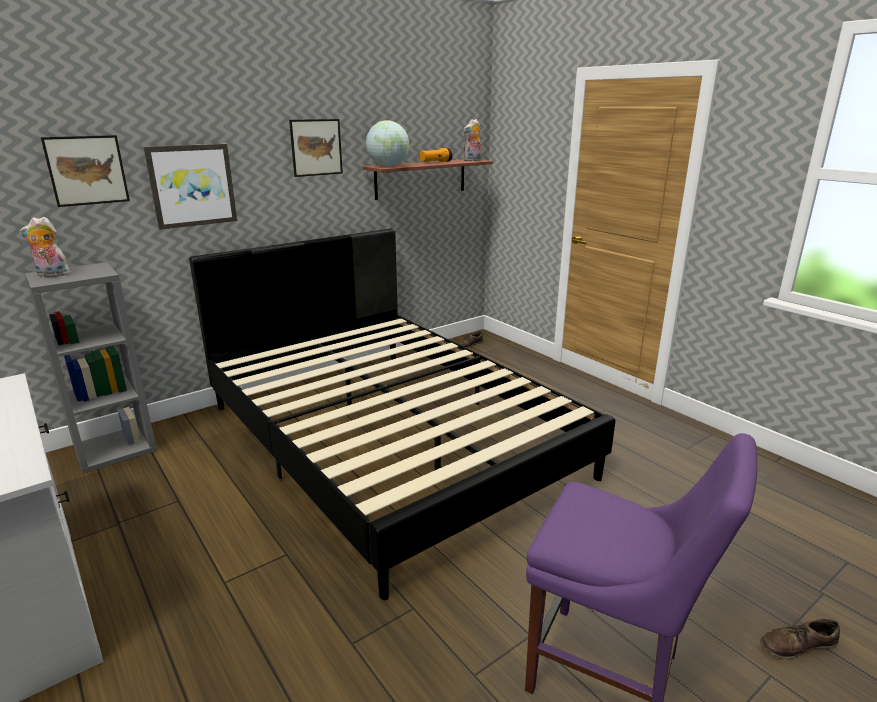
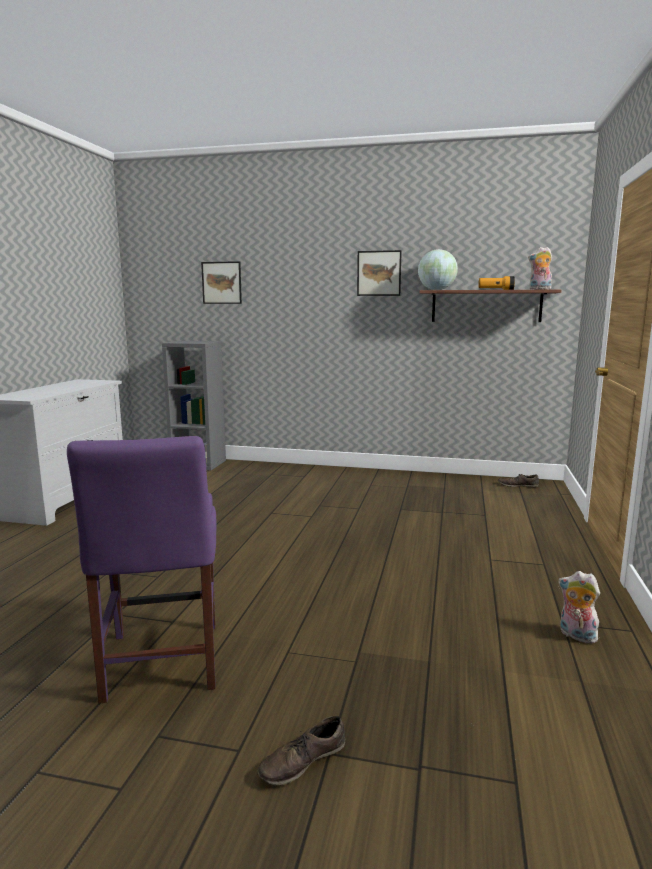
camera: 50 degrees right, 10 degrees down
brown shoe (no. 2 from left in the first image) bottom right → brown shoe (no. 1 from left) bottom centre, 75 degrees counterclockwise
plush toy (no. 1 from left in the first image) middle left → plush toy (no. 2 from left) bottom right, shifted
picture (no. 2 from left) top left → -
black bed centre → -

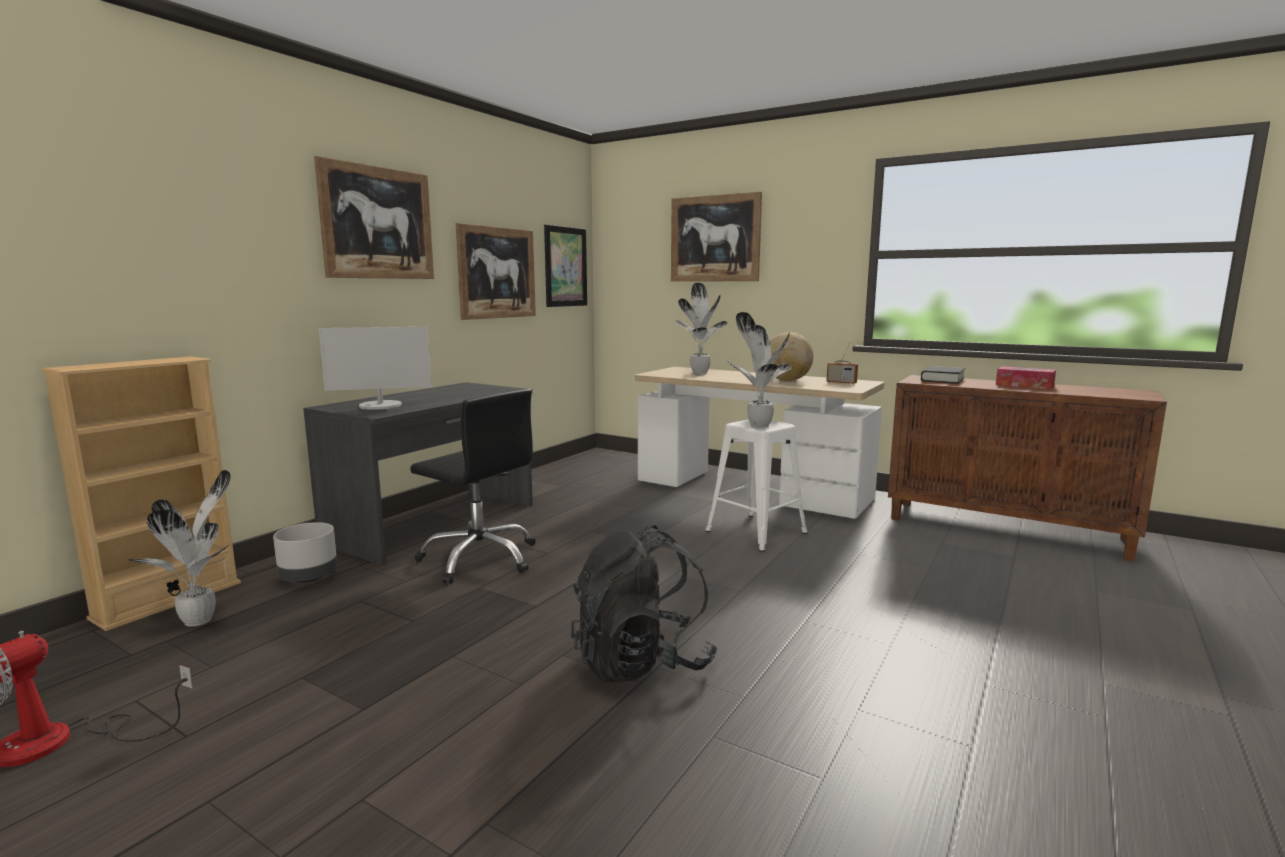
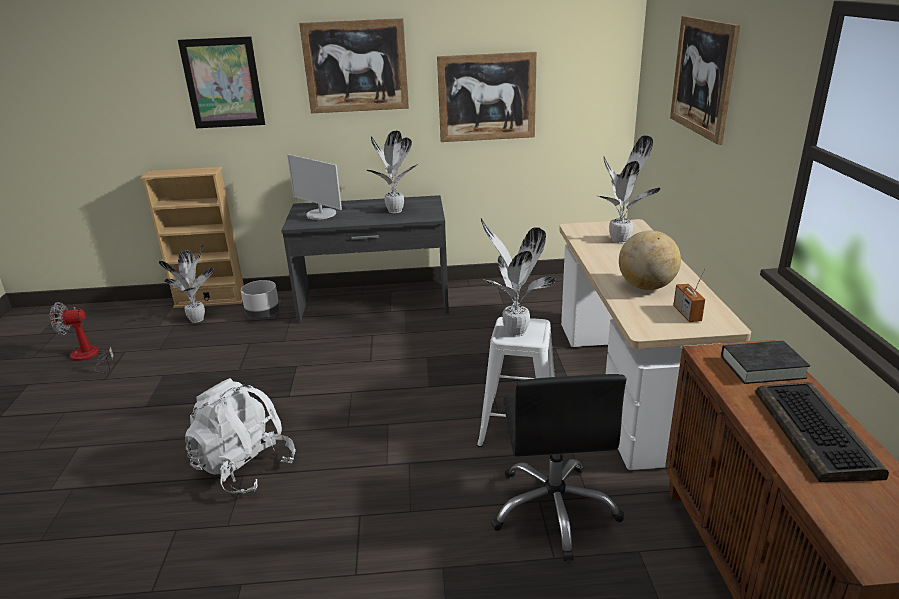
camera: 55 degrees right, 15 degrees up
picture (no. 3 from left in the first image) top centre → picture (no. 1 from left) top left, shifted
black backpack bottom centre → white backpack bottom left
- → potted plant (no. 2 from left) top centre
black office chair centre → black office chair bottom centre, shifted
tissue box middle right → keyboard bottom right

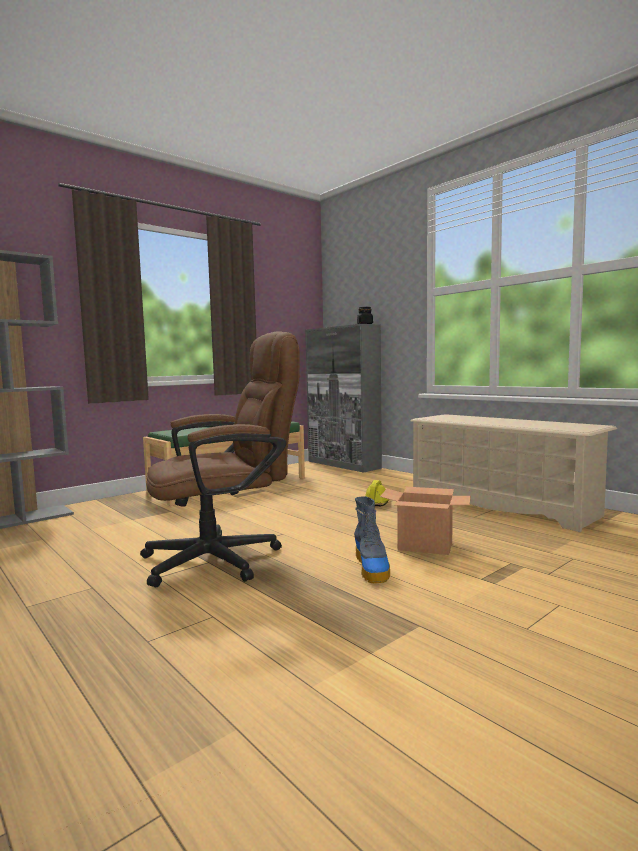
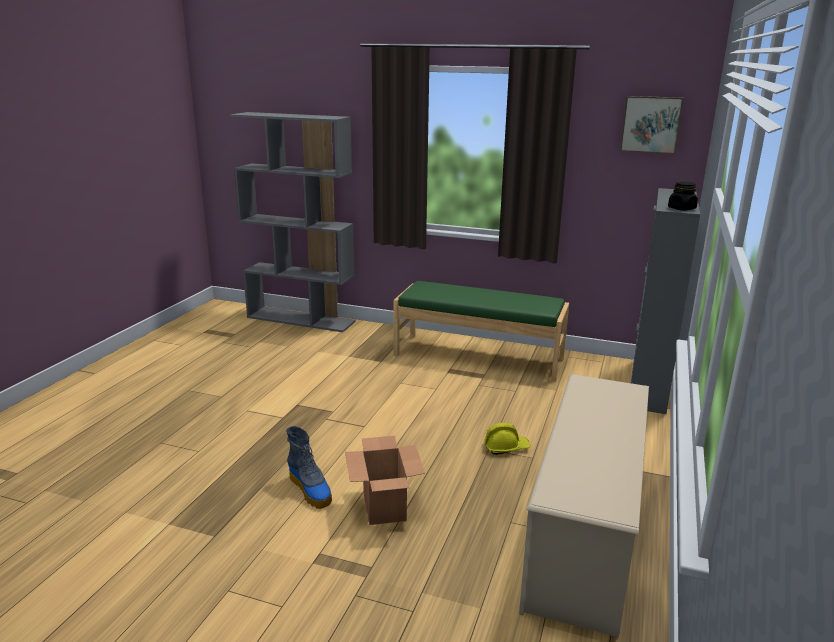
camera: 60 degrees right, 15 degrees up
boot centre → boot bottom centre, 90 degrees counterclockwise
- → picture top right
brown office chair centre → -

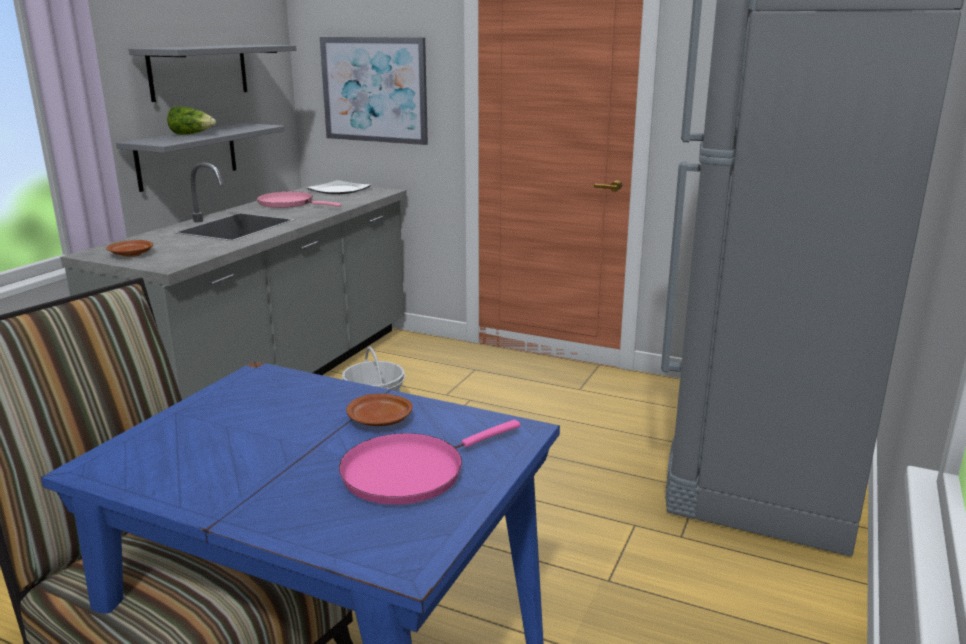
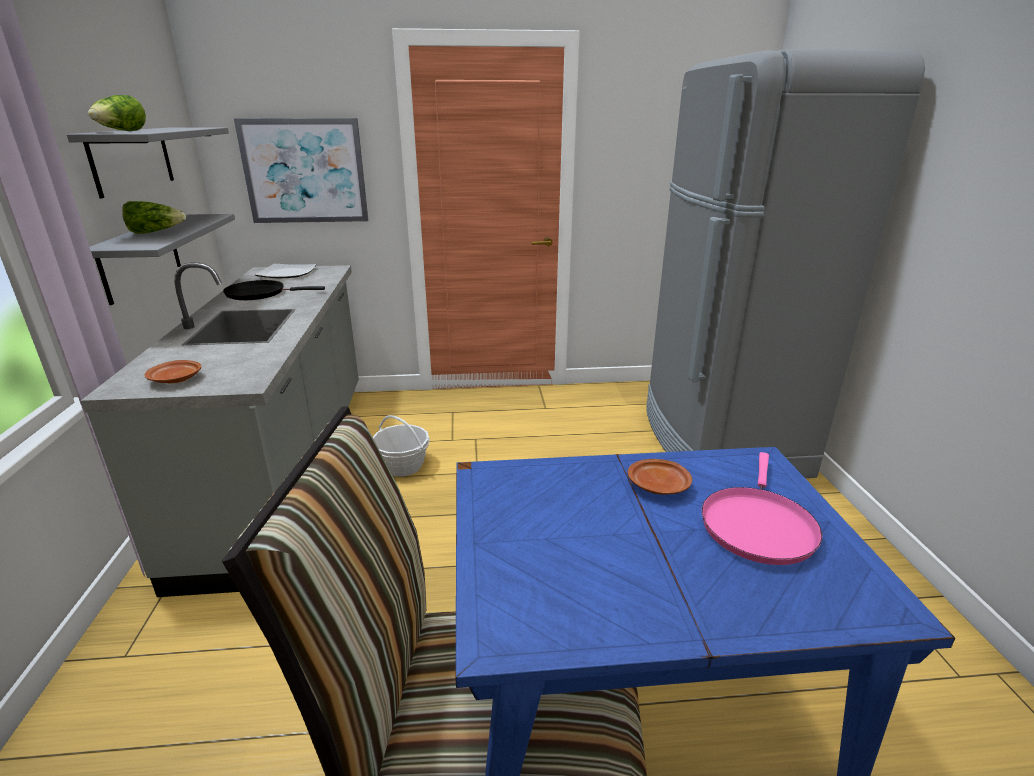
camera: 30 degrees left, 5 degrees up
- → lettuce (no. 1 from left) top left
pink frying pan (no. 1 from left) top left → black frying pan middle left

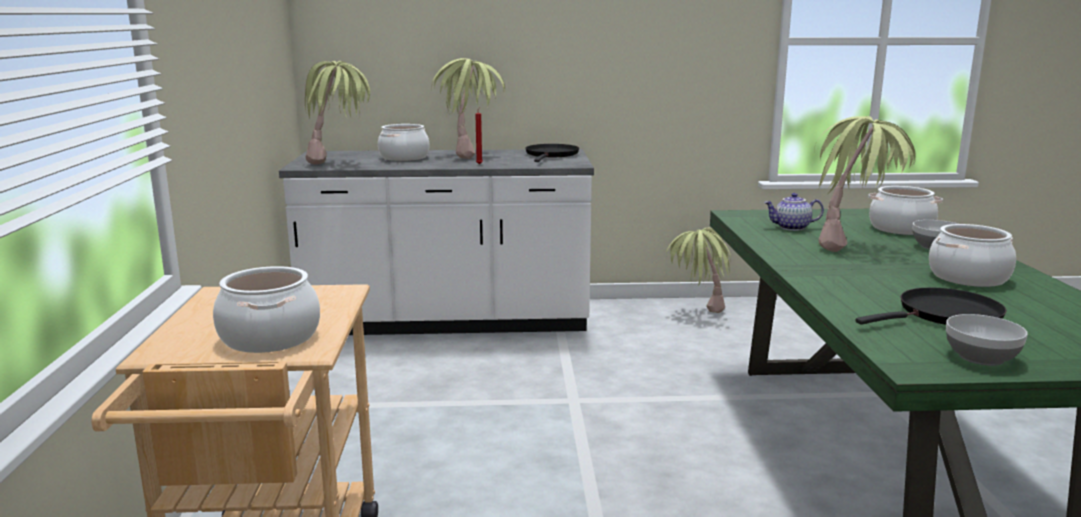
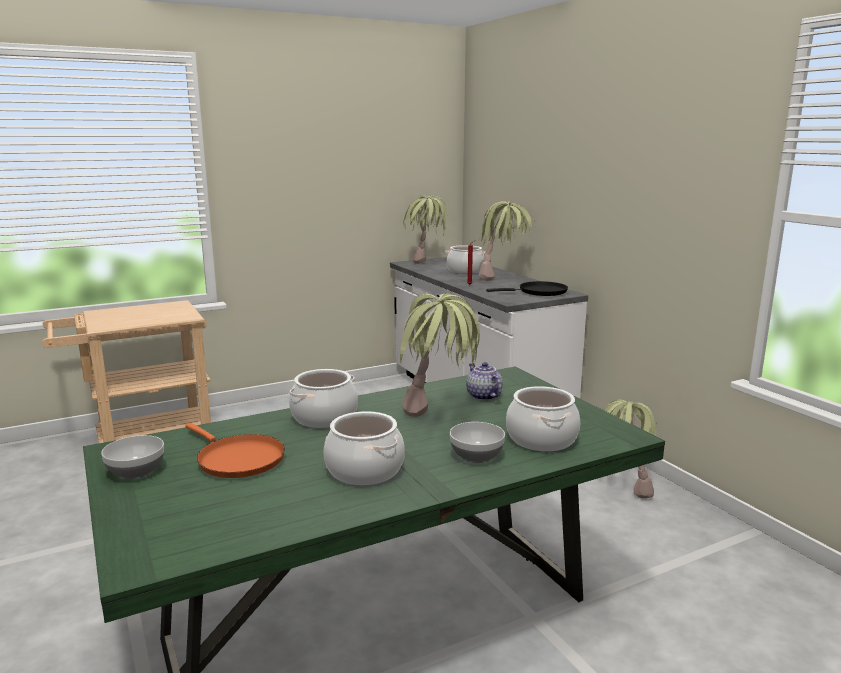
camera: 65 degrees right, 0 degrees up
black frying pan (no. 2 from left) middle right → orange frying pan bottom left
cooking pot (no. 1 from left) middle left → cooking pot (no. 1 from left) centre, shifted

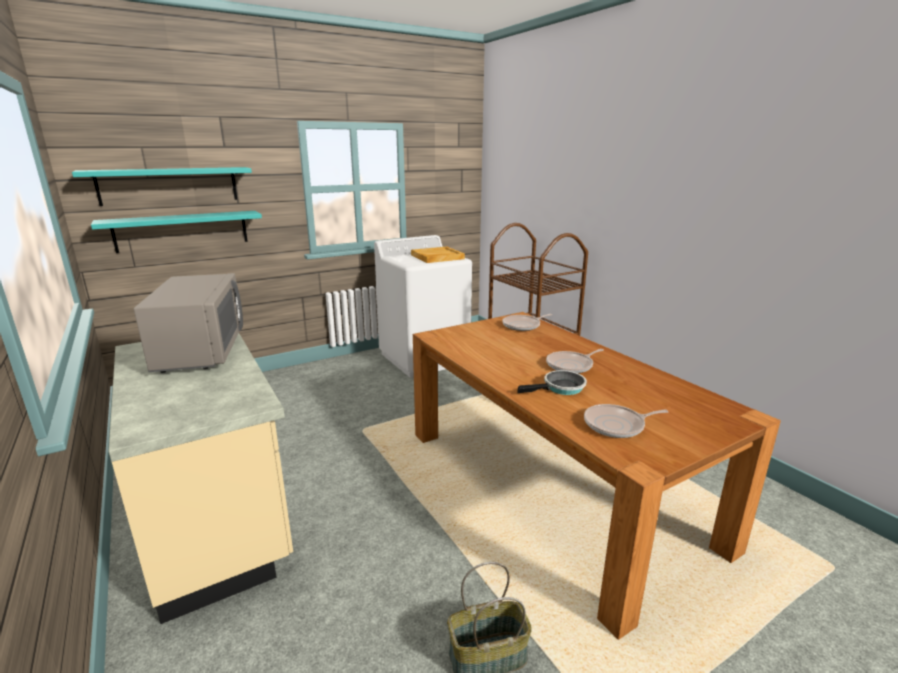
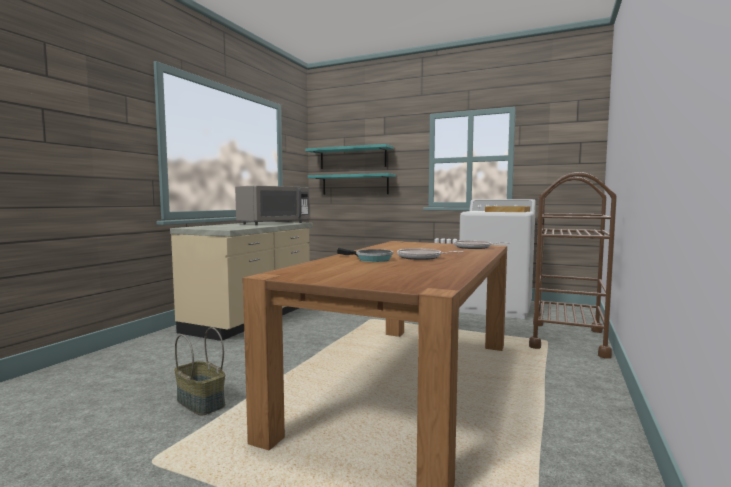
camera: 55 degrees right, 15 degrees down
frying pan (no. 4 from left) middle right → -

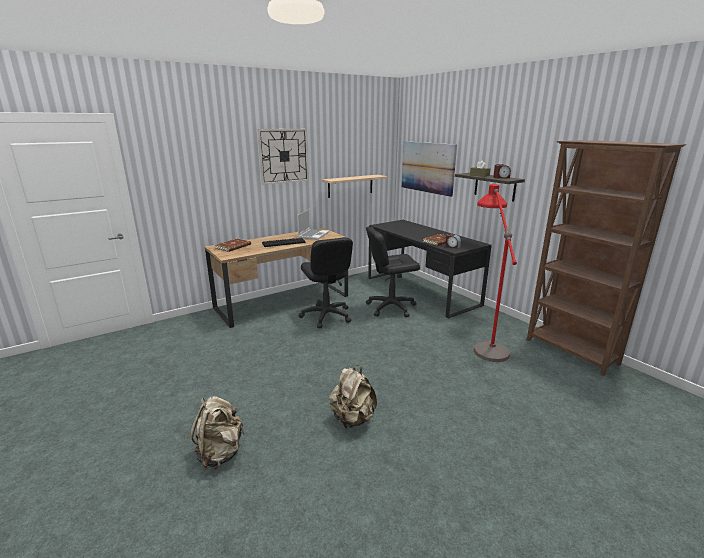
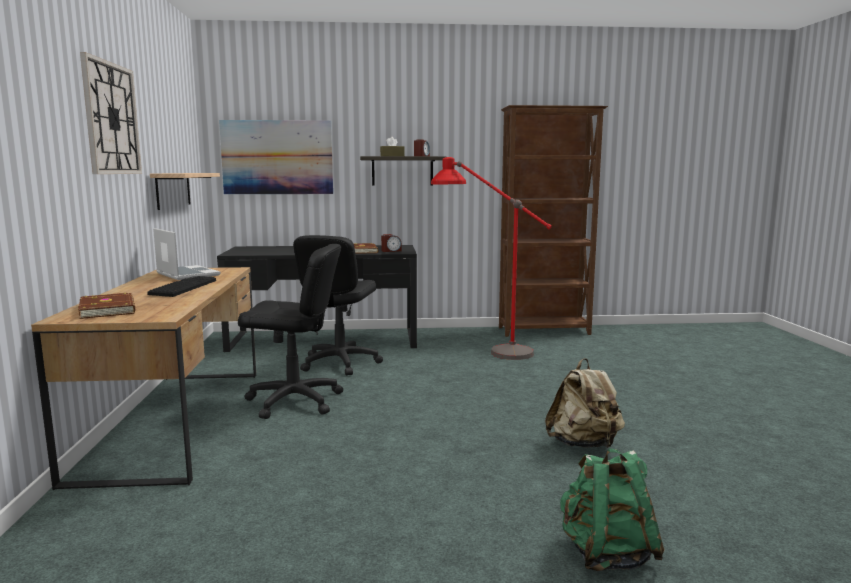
camera: 60 degrees left, 10 degrees down
beige backpack (no. 1 from left) bottom left → green backpack bottom right

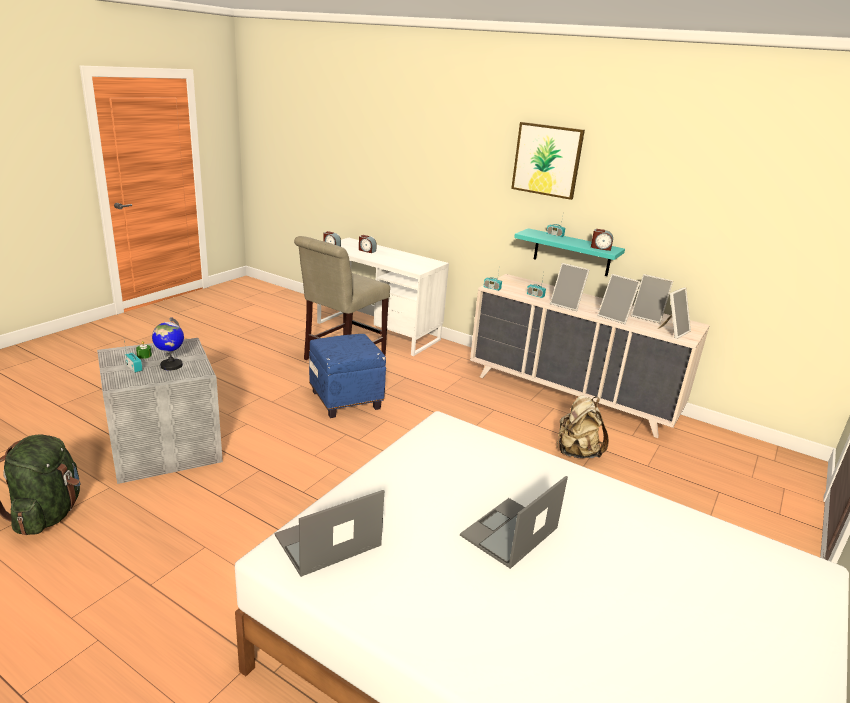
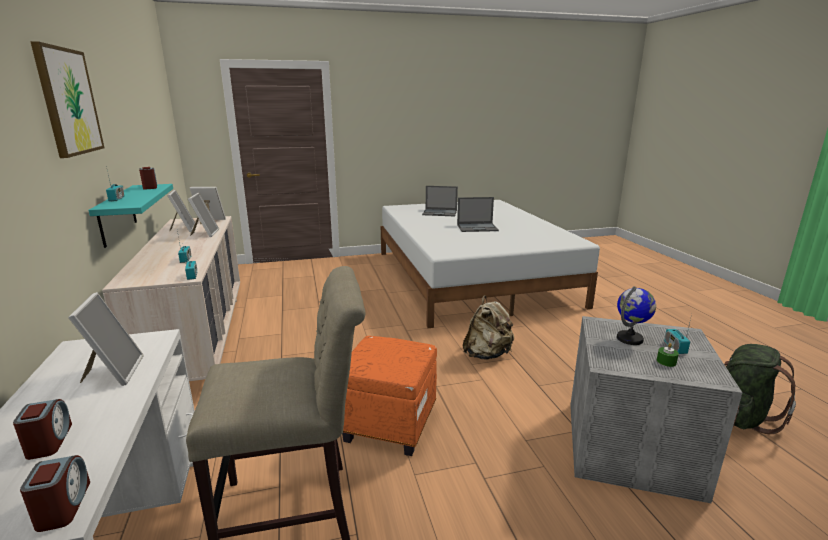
camera: 135 degrees left, 5 degrees down
picture frame (no. 1 from left) middle right → picture frame (no. 1 from left) middle left, shifted
blue ottoman centre → orange ottoman bottom centre
laptop (no. 1 from left) bottom centre → laptop (no. 1 from left) centre, shifted
beige backpack middle right → beige backpack centre, shifted

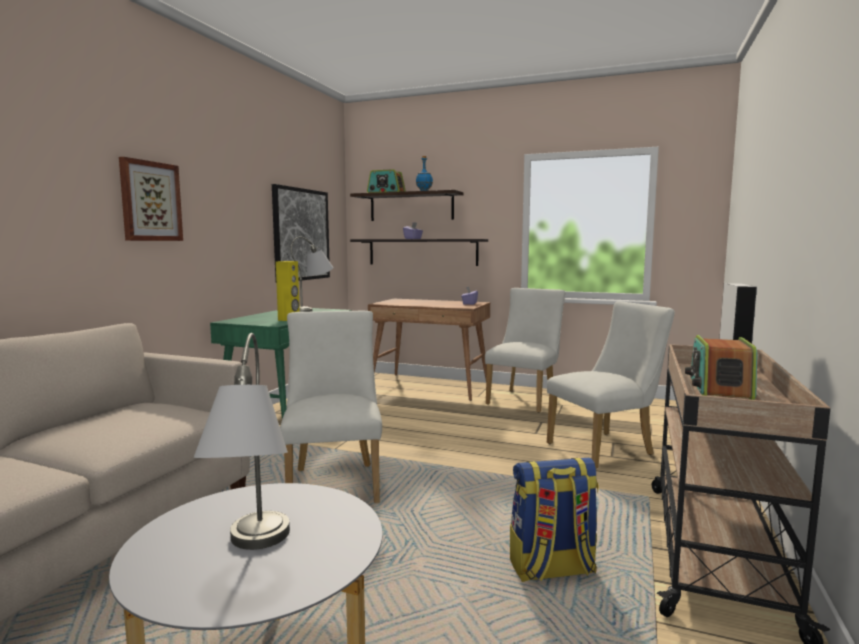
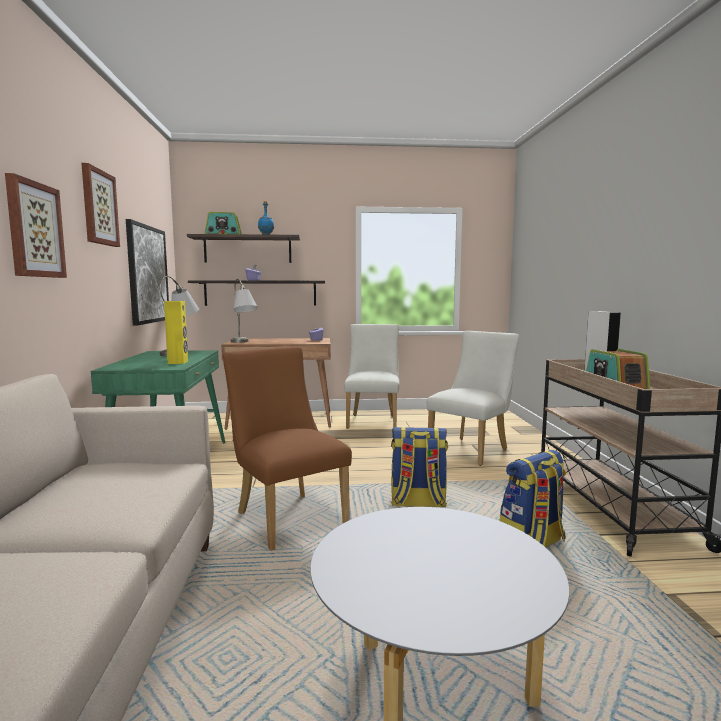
camera: 25 degrees left, 0 degrees up
- → picture (no. 2 from left) top left
white chair (no. 1 from left) centre → brown chair centre
grey table lamp (no. 1 from left in the first image) bottom left → grey table lamp (no. 2 from left) centre, shifted
- → backpack (no. 1 from left) centre

